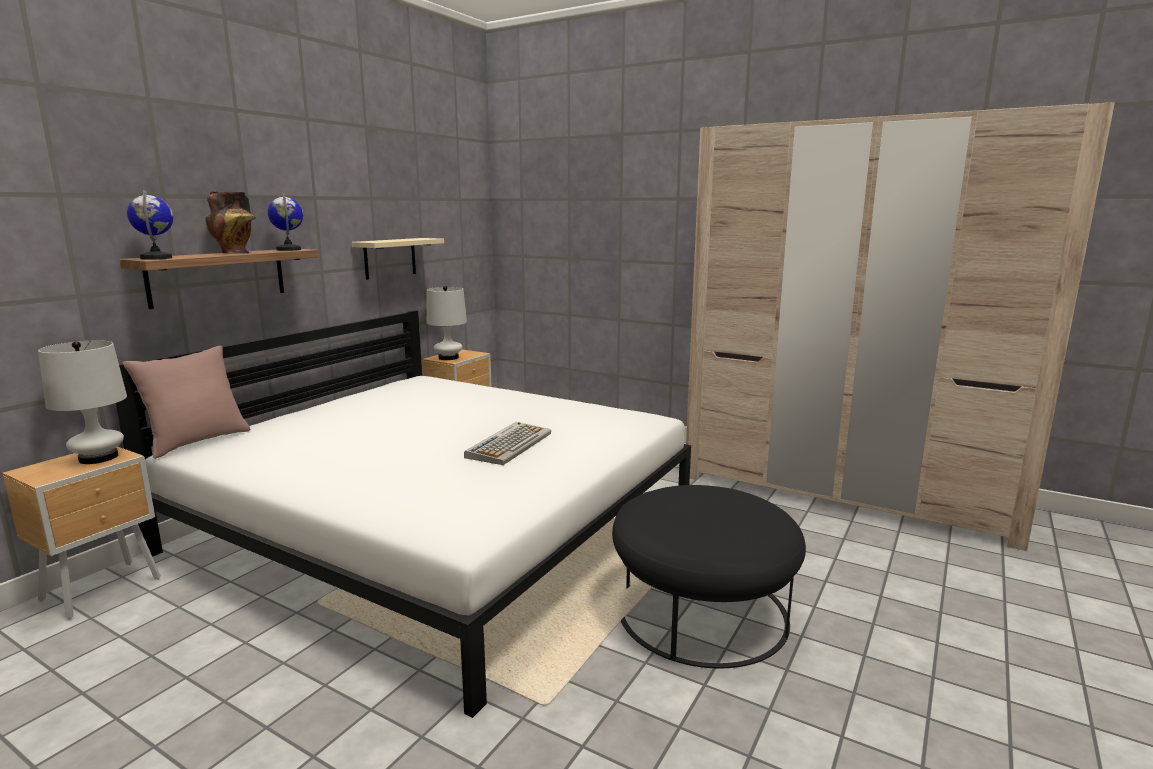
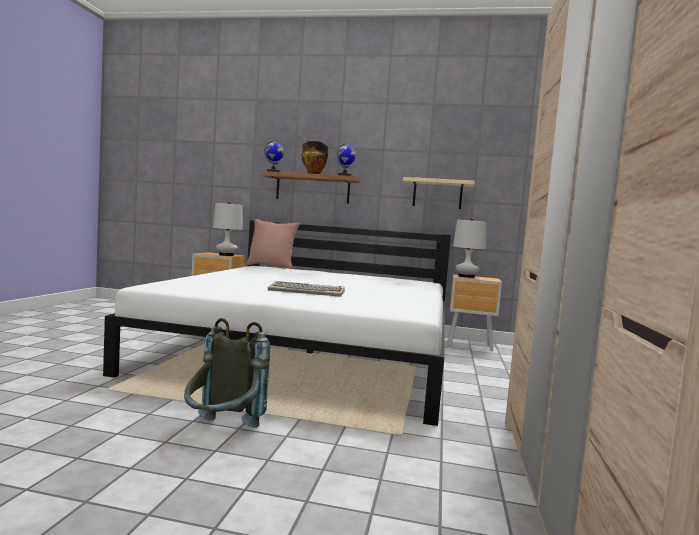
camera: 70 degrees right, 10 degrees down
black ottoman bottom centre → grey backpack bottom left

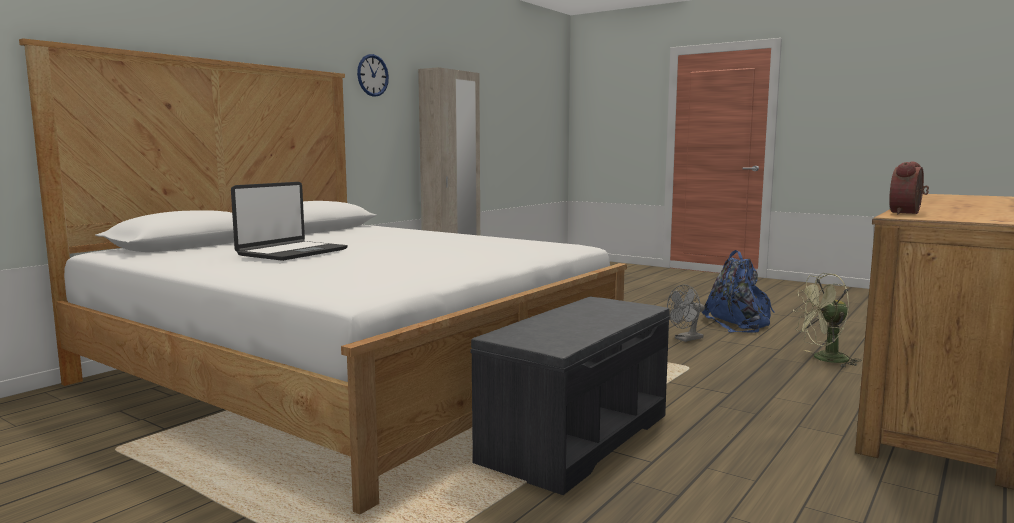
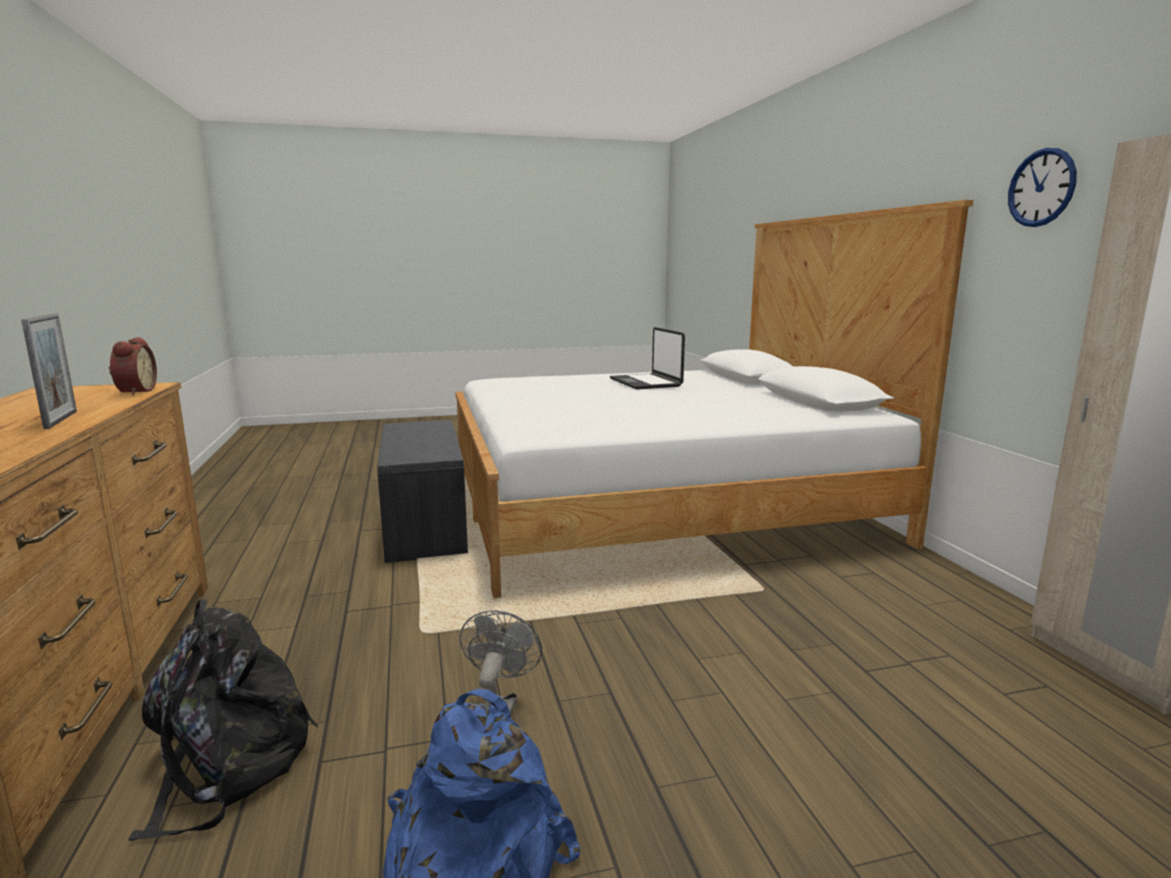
camera: 130 degrees right, 5 degrees up
- → picture frame middle left
green fan middle right → black backpack bottom left

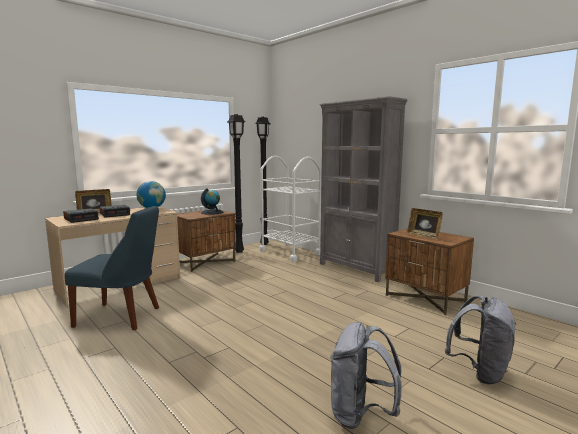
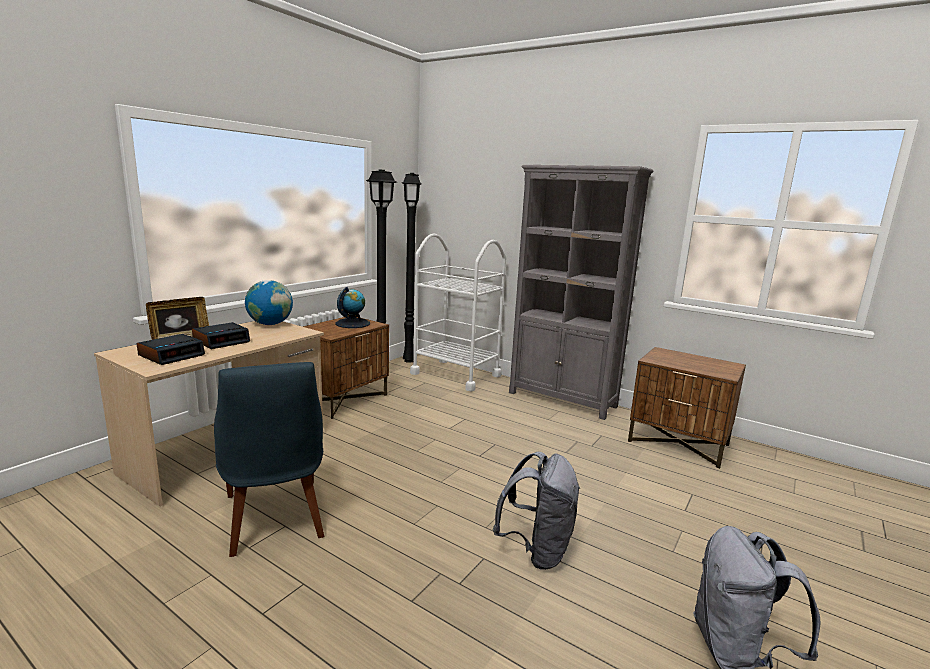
camera: 15 degrees left, 5 degrees up
blue chair middle left → blue chair bottom left, 75 degrees clockwise
grey backpack (no. 2 from left in the first image) bottom right → grey backpack (no. 1 from left) bottom centre, shifted
picture frame (no. 2 from left) middle right → -

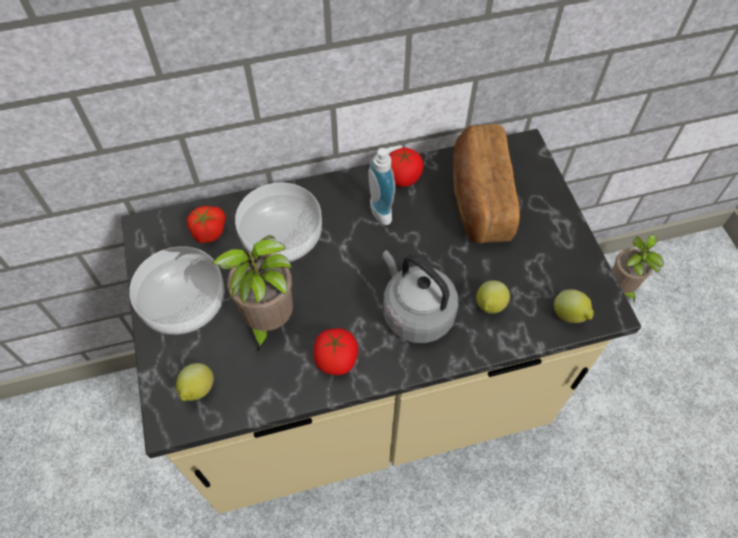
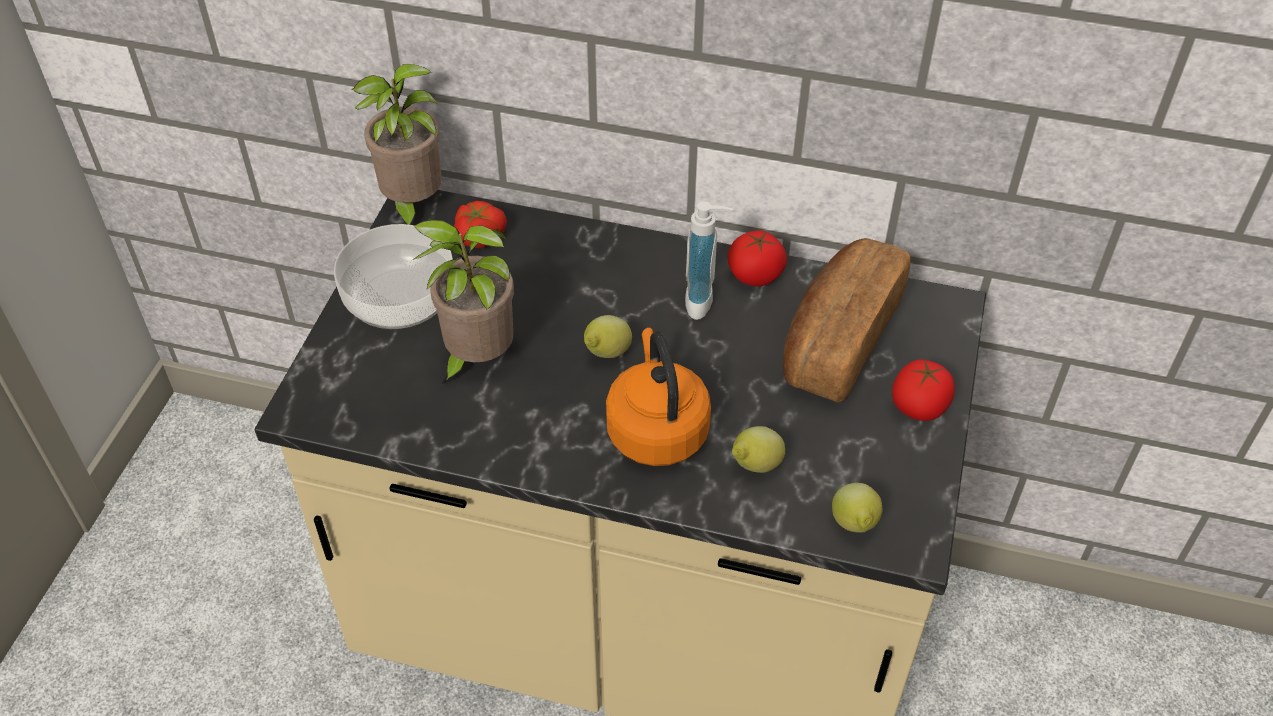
camera: 30 degrees right, 10 degrees down
potted plant (no. 2 from left in the first image) middle right → potted plant (no. 1 from left) top left, shifted
lemon (no. 1 from left) bottom left → lemon (no. 1 from left) centre, shifted
grey kettle centre → orange kettle centre
tomato (no. 2 from left in the first image) centre → tomato (no. 3 from left) middle right, shifted
bowl (no. 2 from left) centre → -

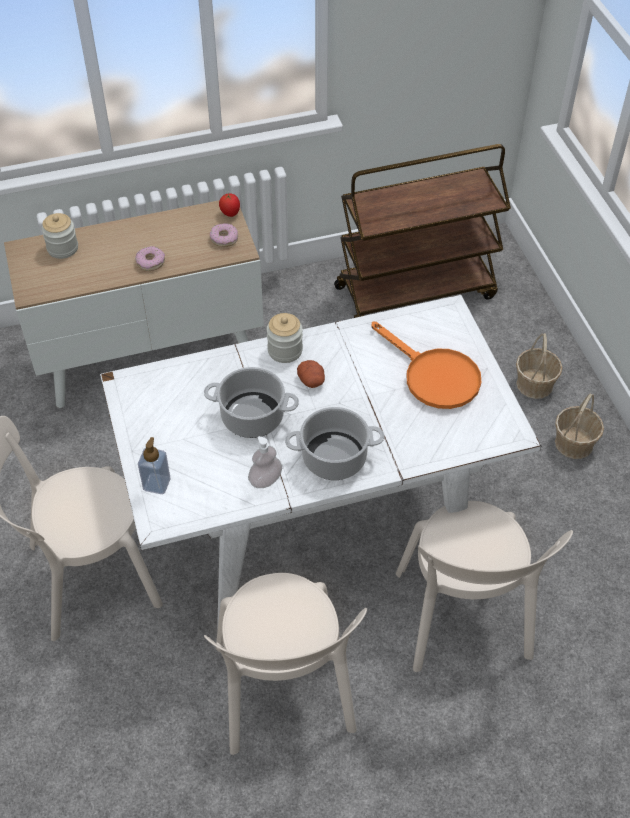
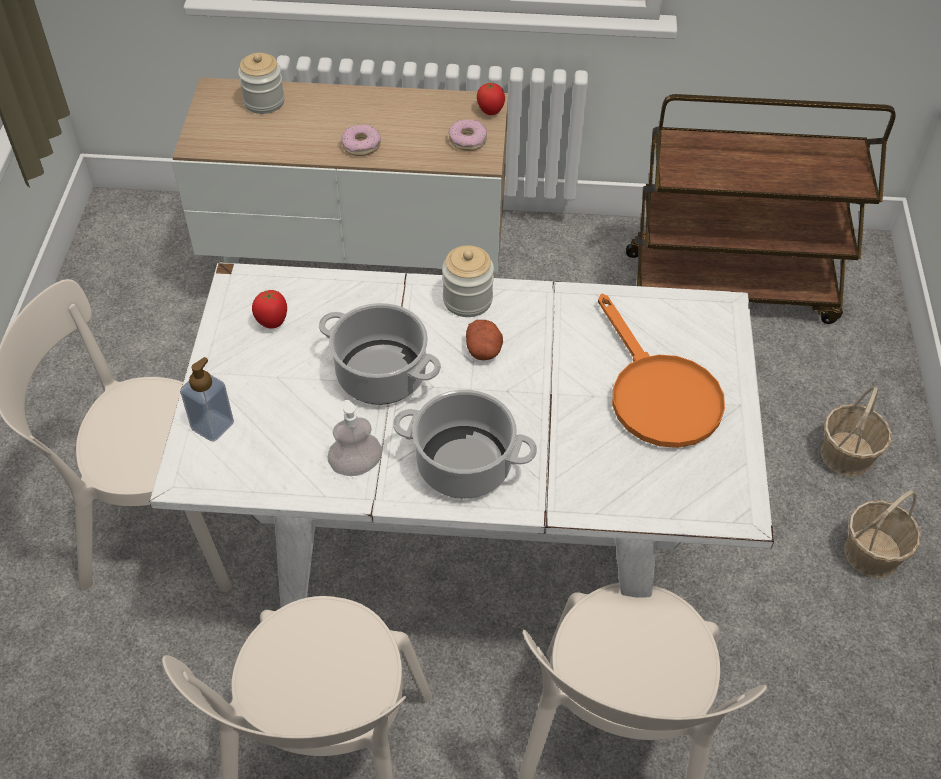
camera: 20 degrees right, 0 degrees up
- → tomato (no. 1 from left) middle left

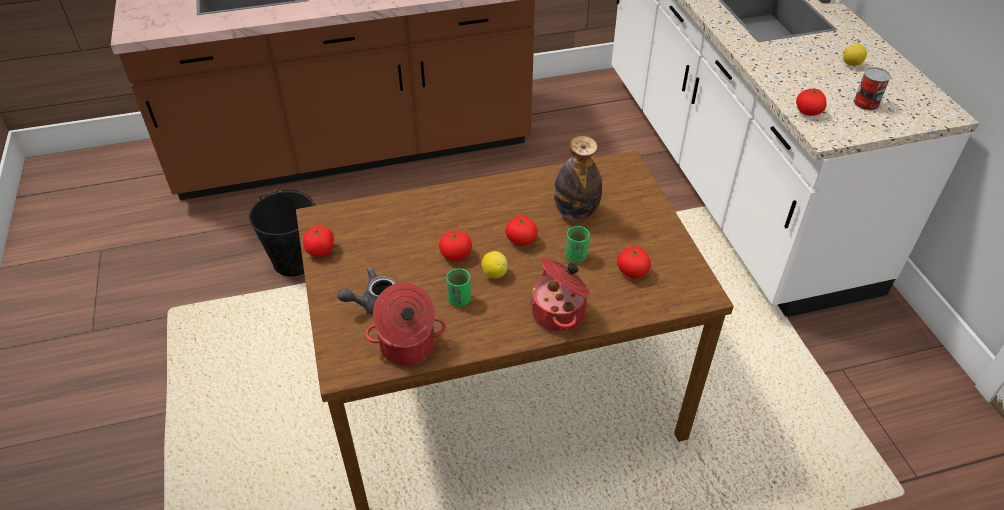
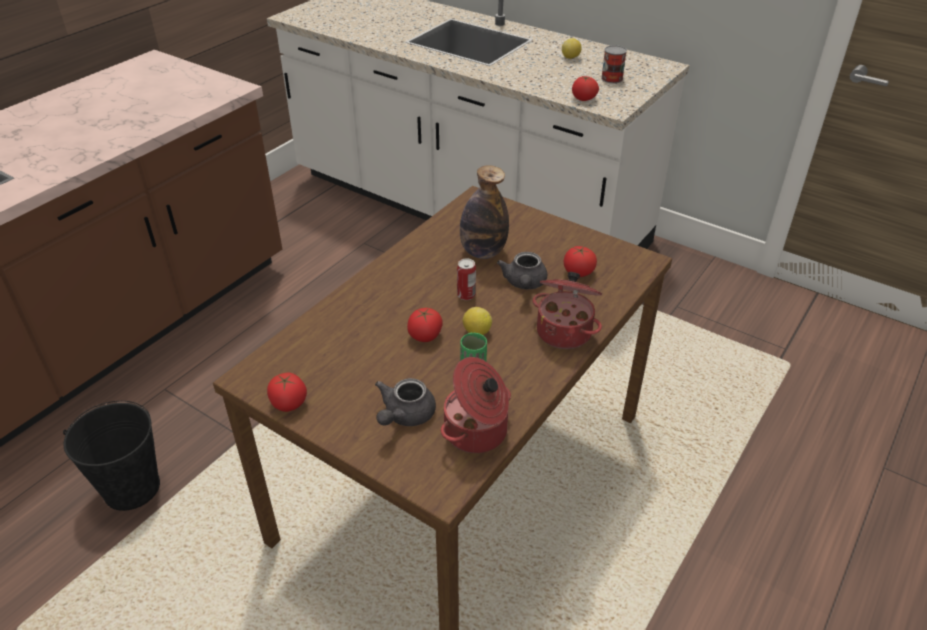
camera: 40 degrees left, 5 degrees down
tomato (no. 3 from left) centre → can (no. 1 from left) centre
green cup (no. 2 from left) centre → grey teapot (no. 2 from left) centre

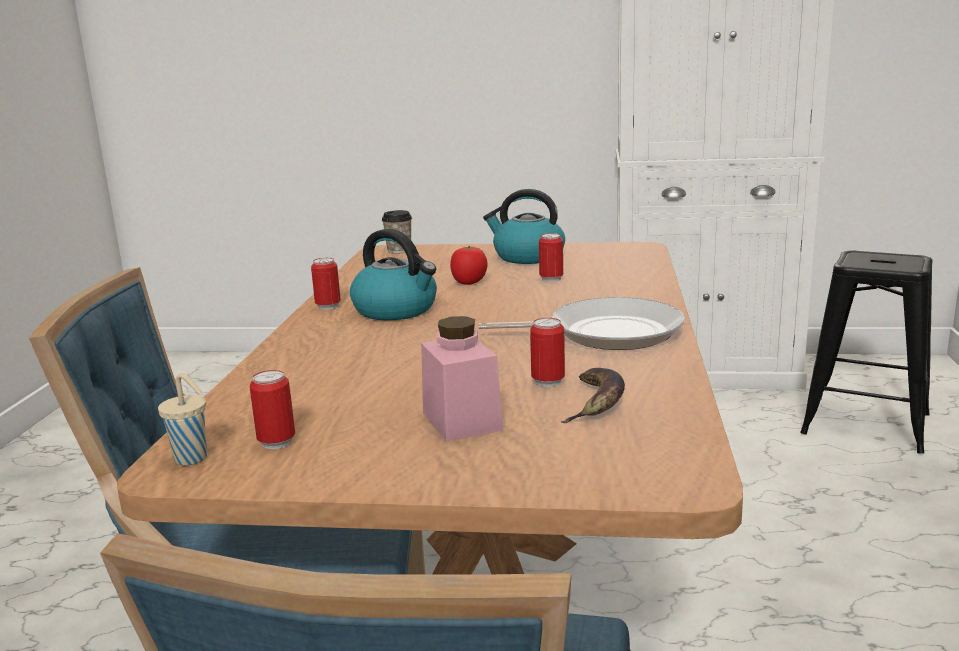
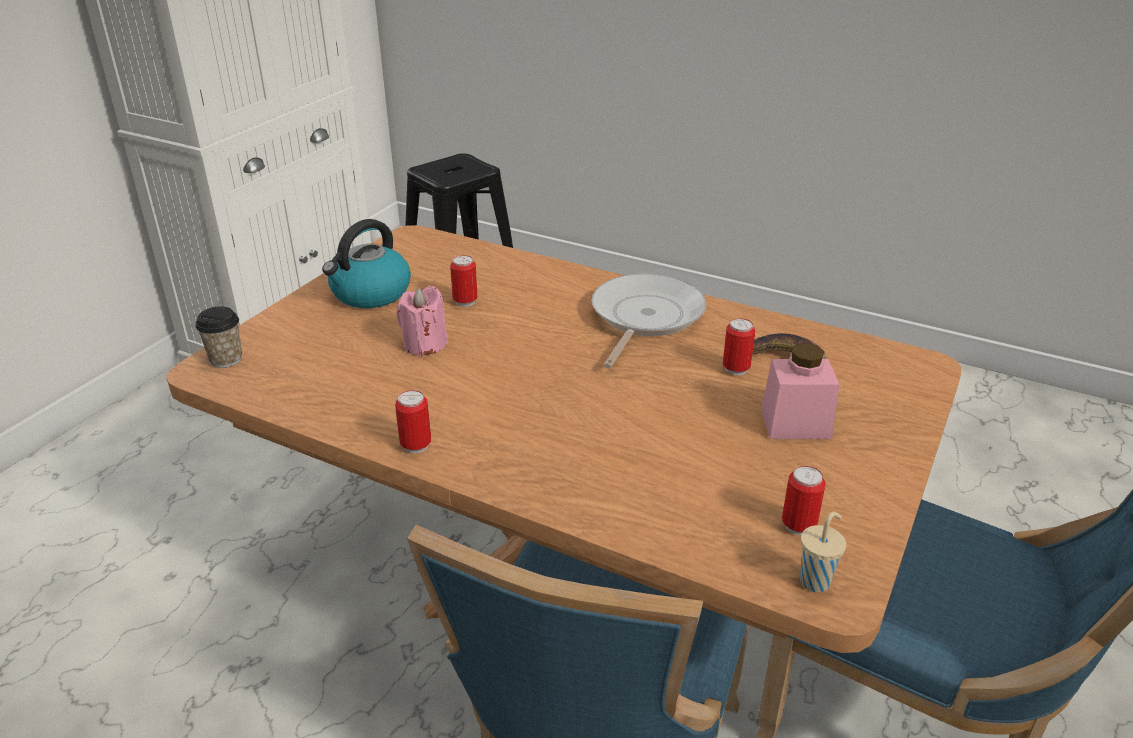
camera: 70 degrees left, 15 degrees up
tomato centre → pink candle centre
kettle (no. 1 from left) centre → -

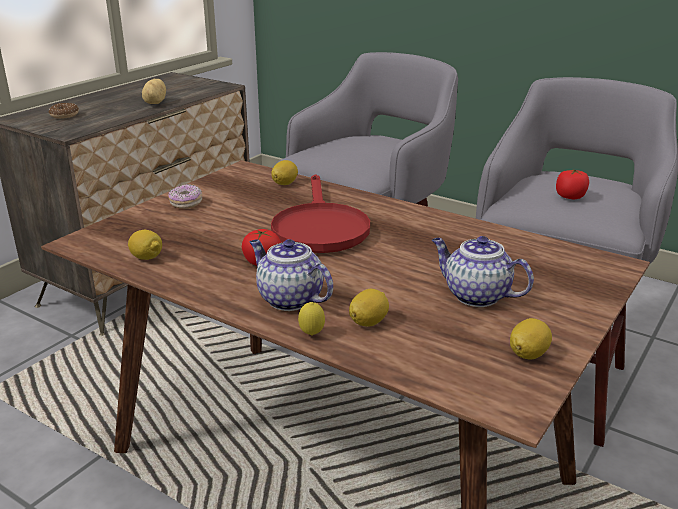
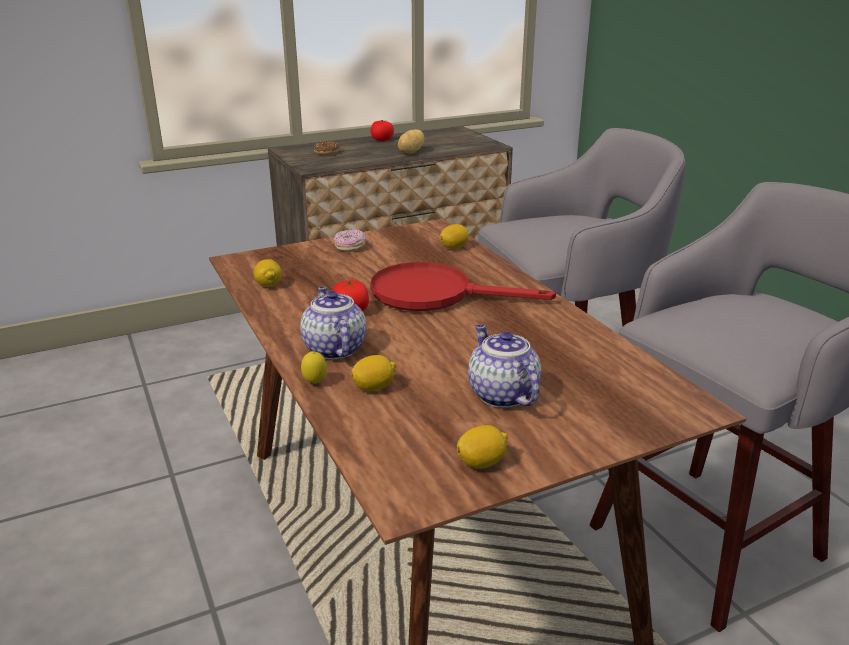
camera: 30 degrees right, 0 degrees up
red frying pan centre, 75 degrees clockwise
tomato (no. 2 from left) middle right → tomato (no. 2 from left) top centre, shifted

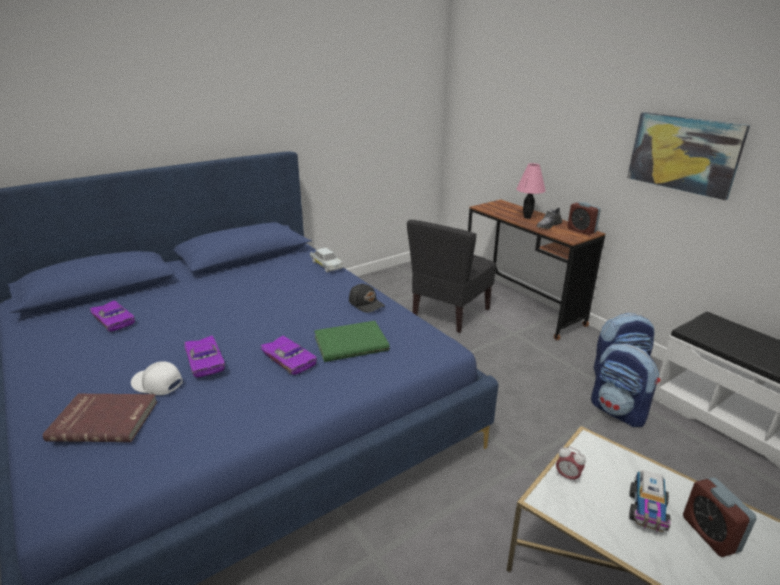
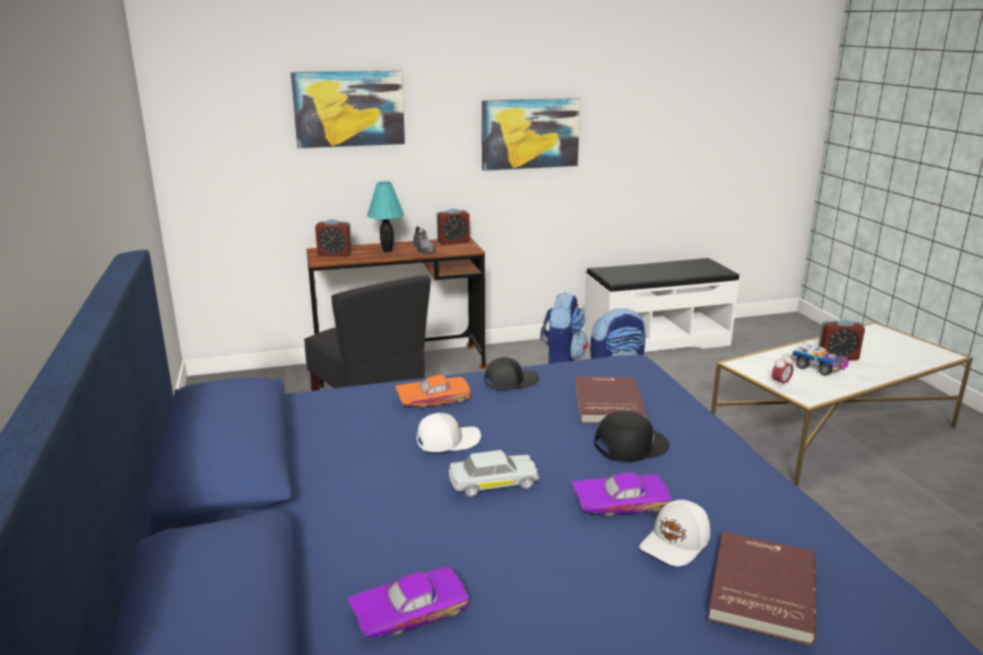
camera: 70 degrees left, 5 degrees down
- → picture (no. 1 from left) top centre
- → alarm clock (no. 1 from left) centre
pink table lamp top right → turquoise table lamp top centre
- → orange toy car centre
- → white cap (no. 1 from left) centre
white toy car centre → white toy car bottom centre, shifted
green book centre → red book (no. 1 from left) centre
purple toy car (no. 3 from left) centre → black cap (no. 2 from left) centre

